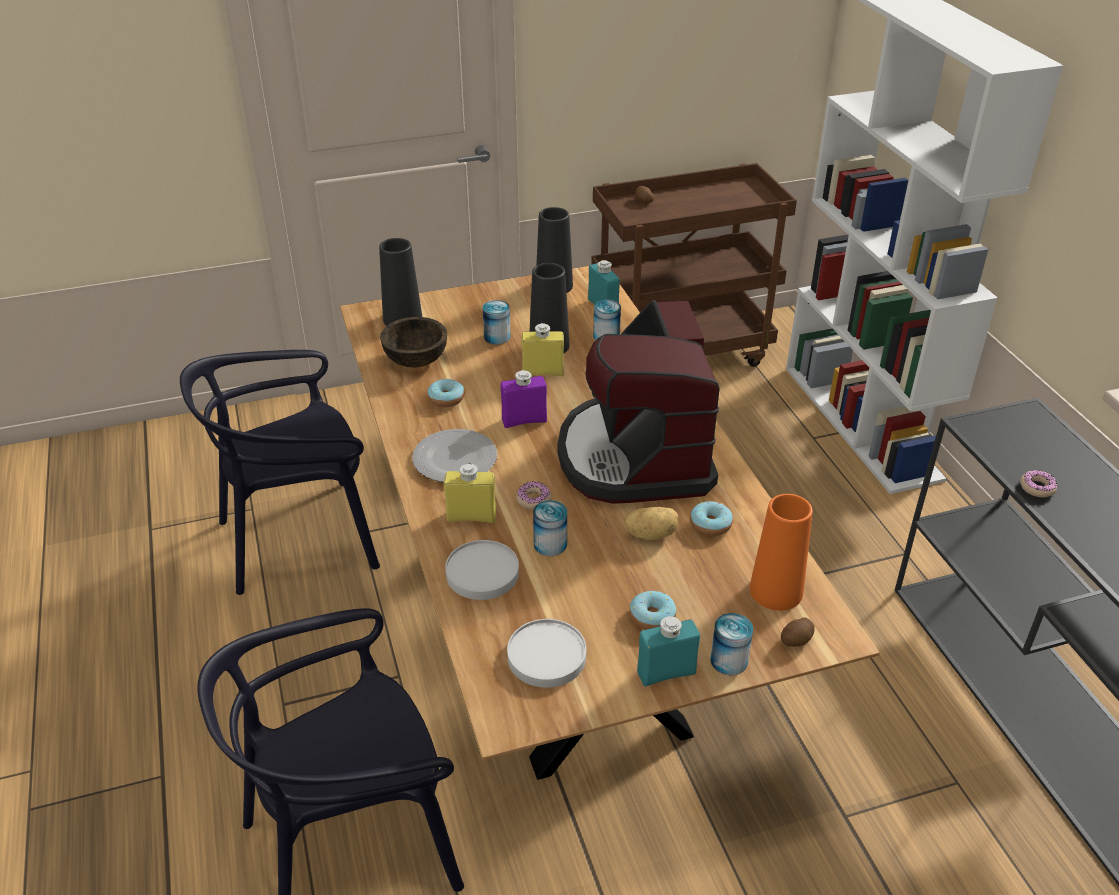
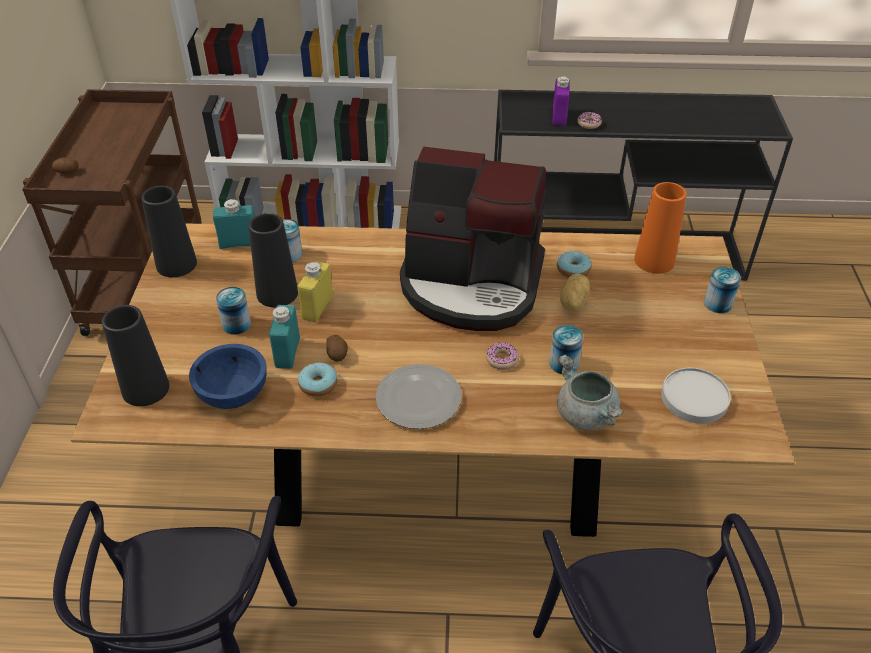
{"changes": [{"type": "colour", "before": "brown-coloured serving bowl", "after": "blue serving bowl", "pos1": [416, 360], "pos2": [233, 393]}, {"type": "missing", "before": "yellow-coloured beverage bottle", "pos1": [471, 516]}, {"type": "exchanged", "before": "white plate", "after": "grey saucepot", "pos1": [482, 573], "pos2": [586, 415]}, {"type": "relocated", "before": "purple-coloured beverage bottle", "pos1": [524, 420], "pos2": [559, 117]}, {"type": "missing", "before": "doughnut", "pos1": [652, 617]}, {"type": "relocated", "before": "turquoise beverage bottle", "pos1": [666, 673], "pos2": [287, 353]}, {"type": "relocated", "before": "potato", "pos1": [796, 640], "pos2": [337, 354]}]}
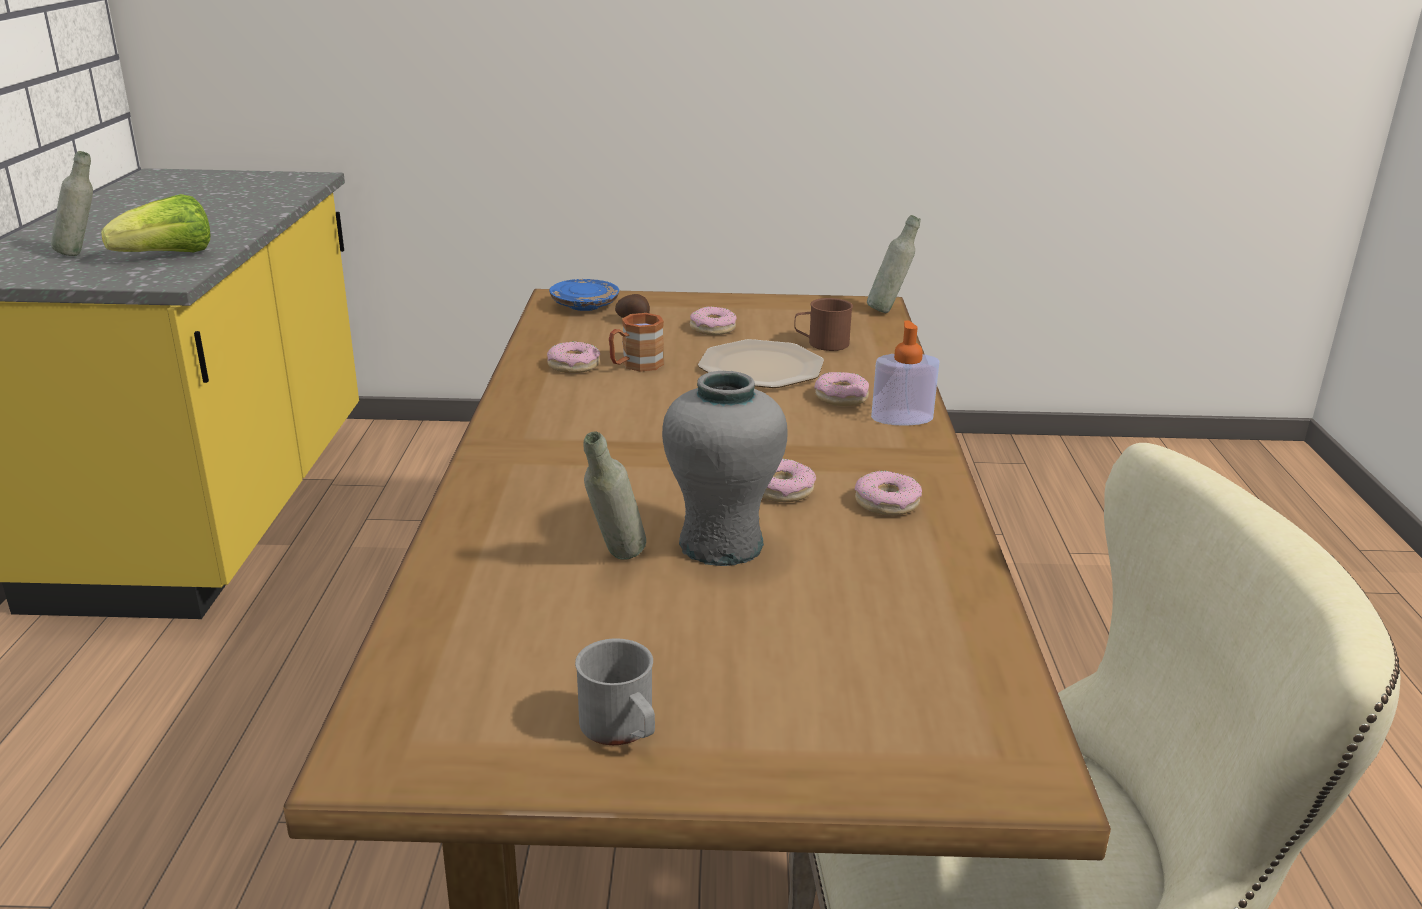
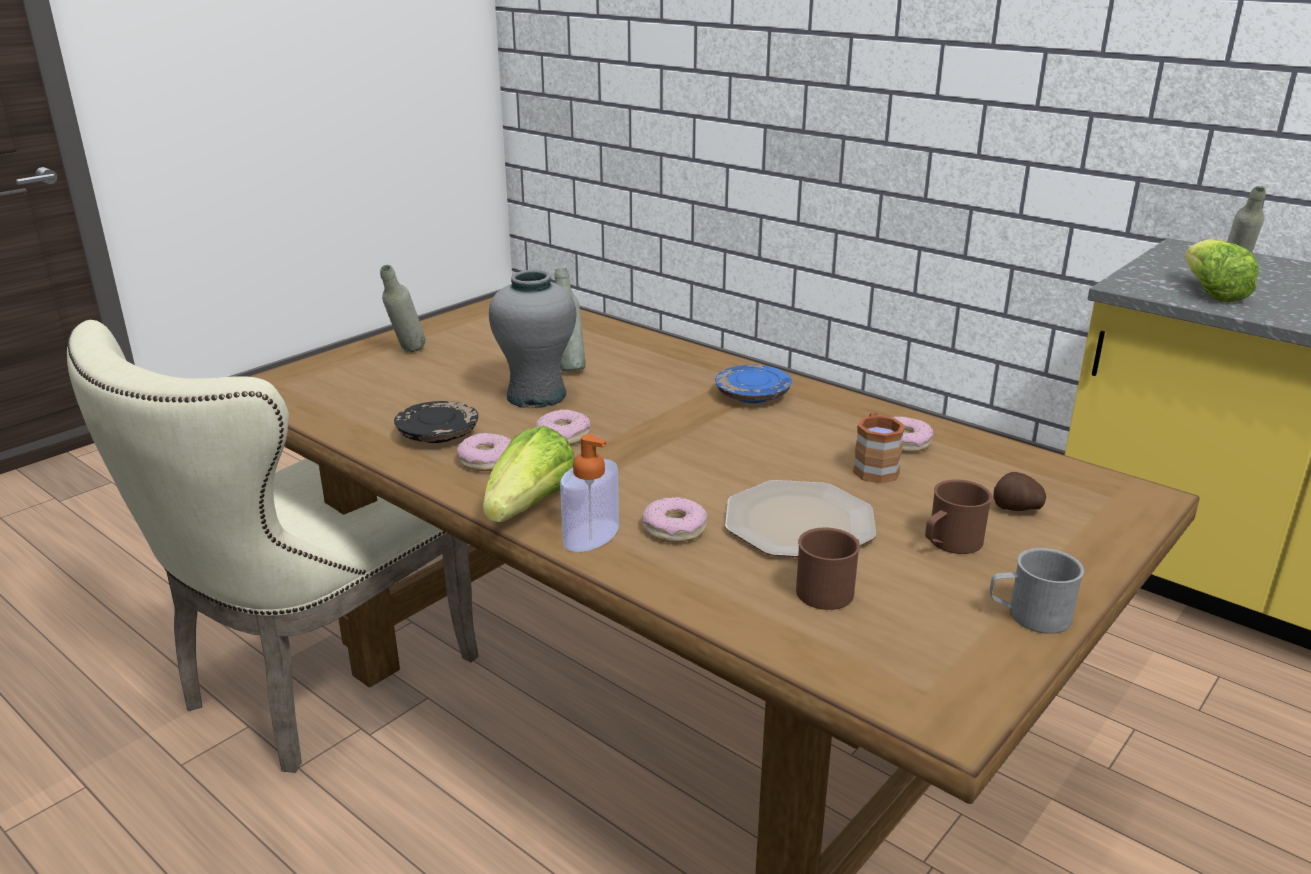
{"changes": [{"type": "relocated", "before": "blue plate", "pos1": [585, 305], "pos2": [752, 396]}, {"type": "relocated", "before": "grey coffee mug", "pos1": [622, 729], "pos2": [1029, 615]}, {"type": "exchanged", "before": "doughnut", "after": "brown-coloured coffee mug", "pos1": [712, 328], "pos2": [949, 543]}, {"type": "relocated", "before": "grey beverage bottle", "pos1": [889, 311], "pos2": [407, 353]}, {"type": "appeared", "after": "blackish plate", "pos2": [438, 435]}, {"type": "appeared", "after": "lettuce", "pos2": [530, 506]}]}
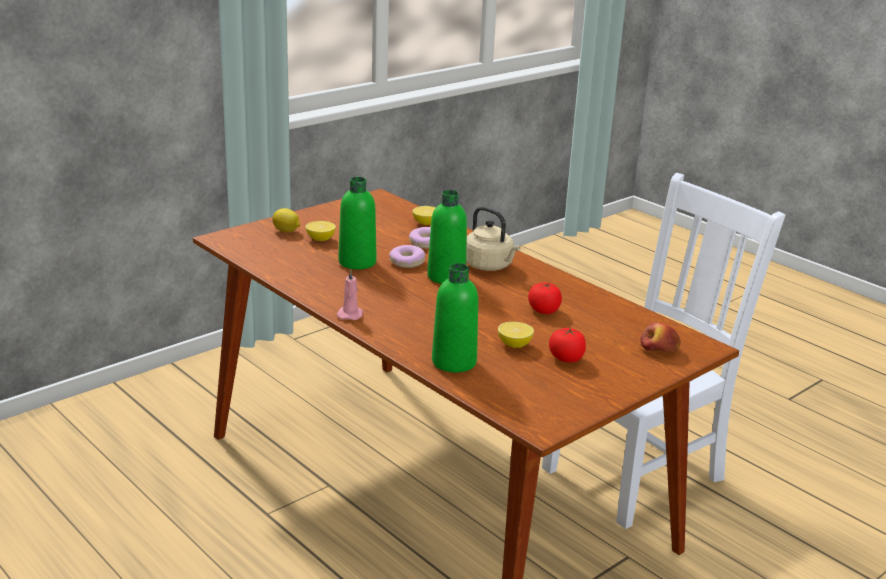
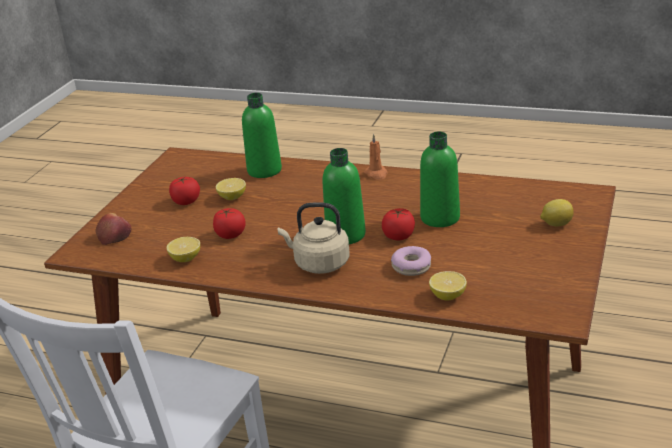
{"changes": [{"type": "relocated", "before": "citrus fruit", "pos1": [320, 239], "pos2": [185, 259]}, {"type": "colour", "before": "pink wax light", "after": "orange-coloured wax light", "pos1": [350, 314], "pos2": [376, 174]}, {"type": "exchanged", "before": "doughnut", "after": "whole tomato", "pos1": [407, 262], "pos2": [399, 236]}]}
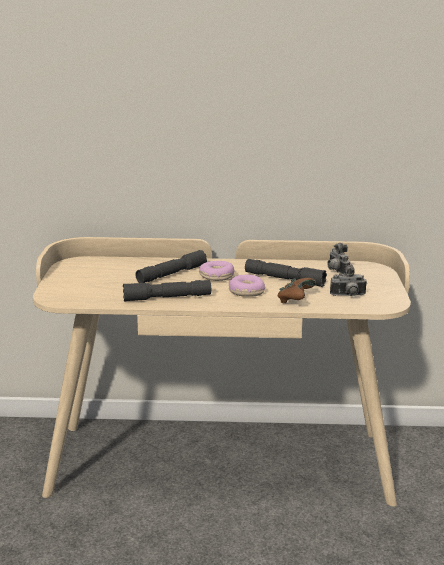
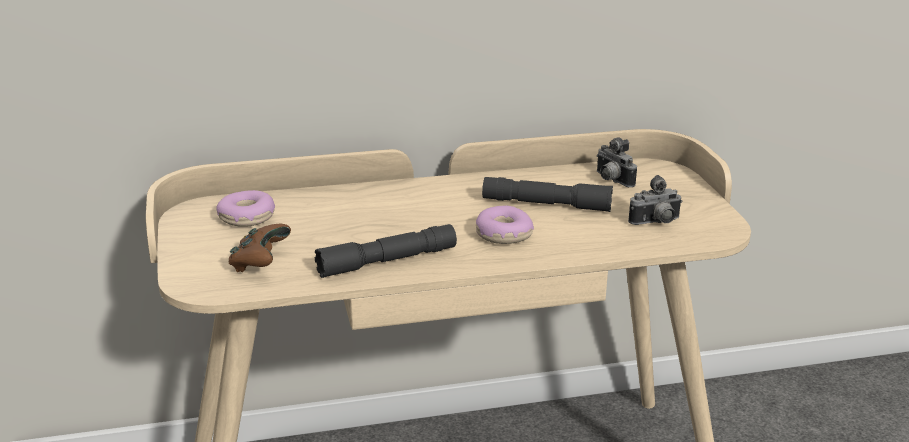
{"changes": [{"type": "missing", "before": "grey flashlight", "pos1": [171, 274]}, {"type": "relocated", "before": "doughnut", "pos1": [217, 276], "pos2": [247, 217]}, {"type": "relocated", "before": "brown-coloured gamepad", "pos1": [295, 300], "pos2": [259, 263]}]}
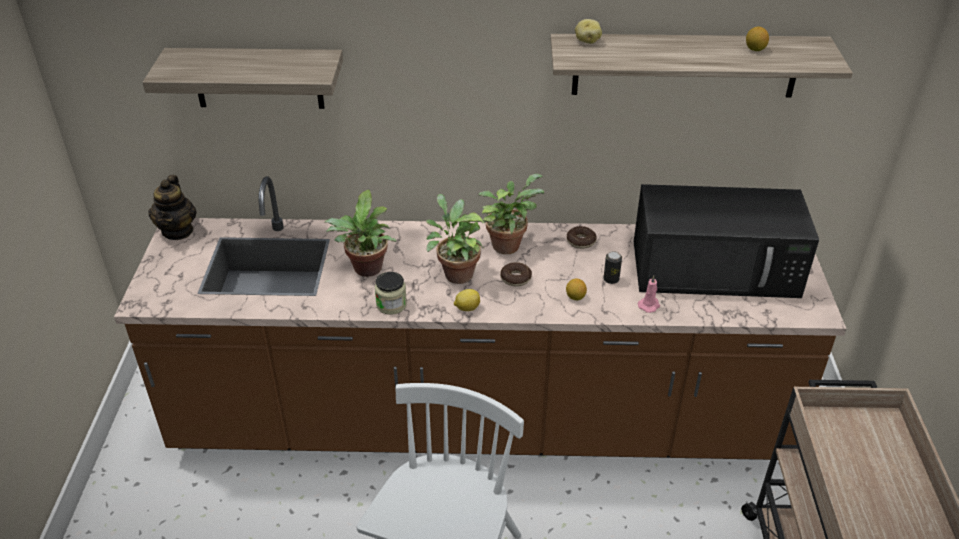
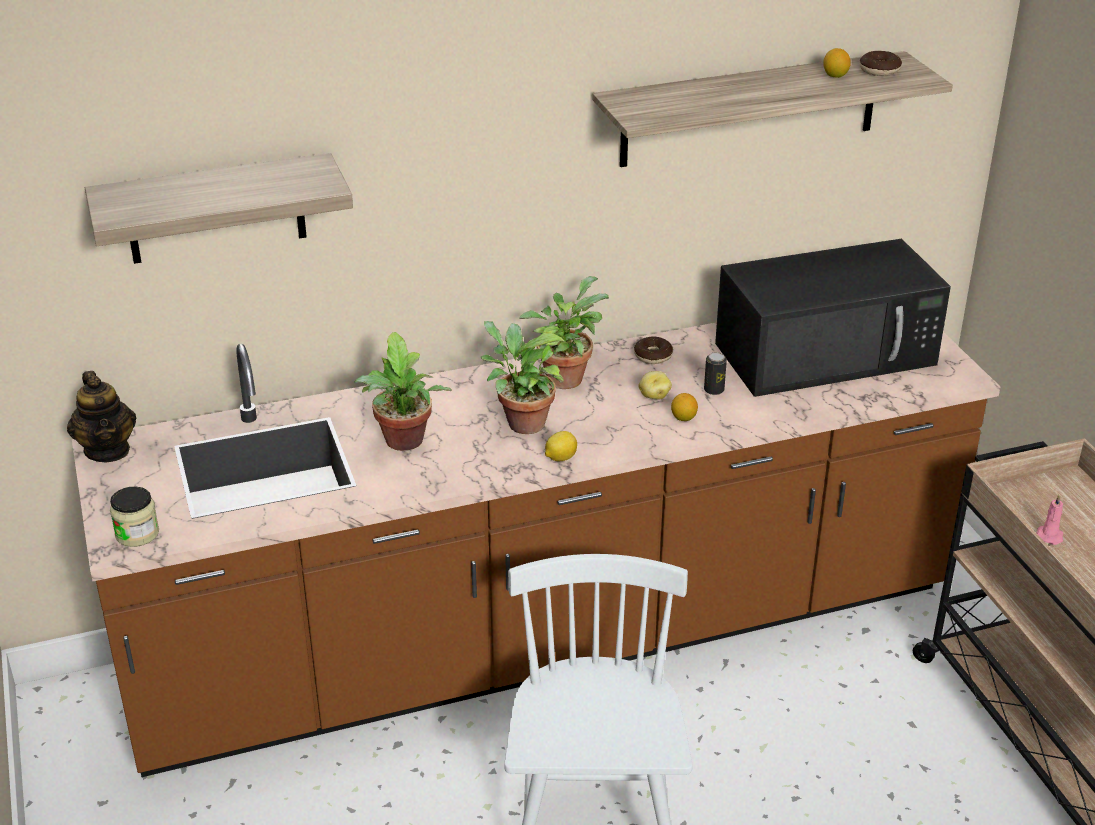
{"changes": [{"type": "relocated", "before": "storage jar", "pos1": [391, 305], "pos2": [137, 534]}, {"type": "relocated", "before": "doughnut", "pos1": [515, 278], "pos2": [879, 70]}, {"type": "relocated", "before": "potato", "pos1": [587, 41], "pos2": [654, 396]}, {"type": "relocated", "before": "pink wax light", "pos1": [649, 305], "pos2": [1049, 535]}]}
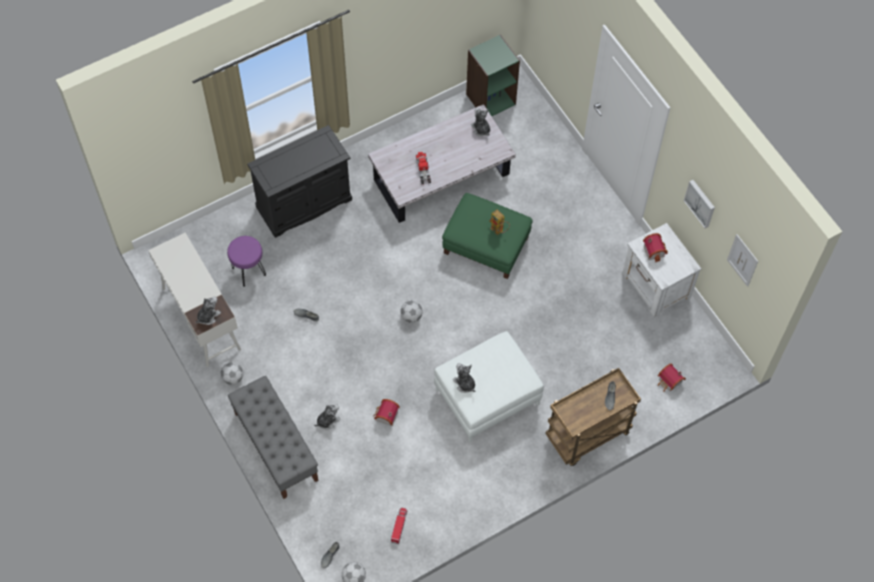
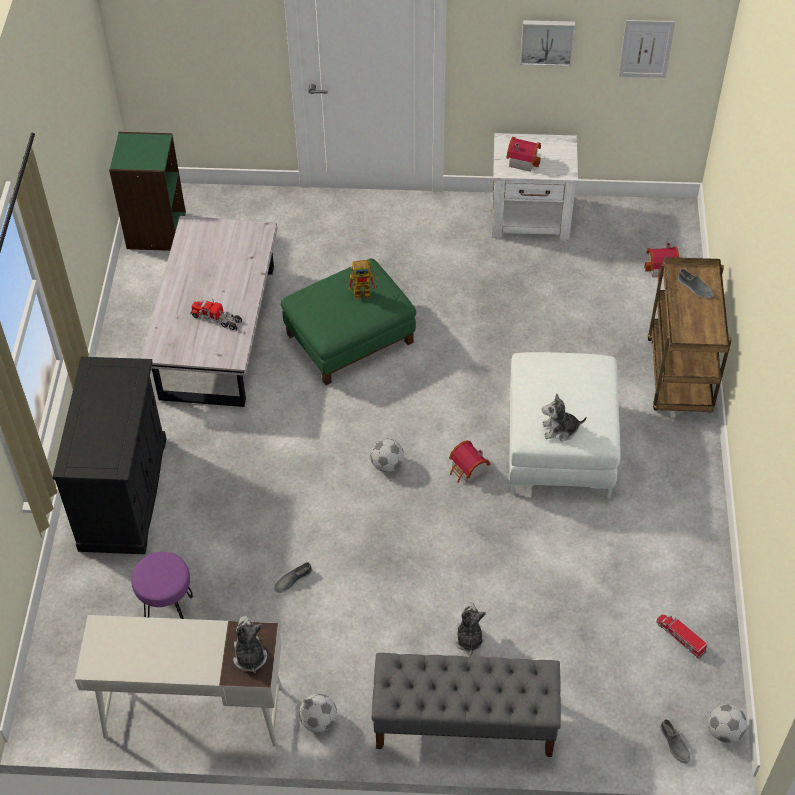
{"changes": [{"type": "relocated", "before": "model house", "pos1": [385, 416], "pos2": [468, 470]}, {"type": "missing", "before": "soft toy", "pos1": [481, 129]}]}
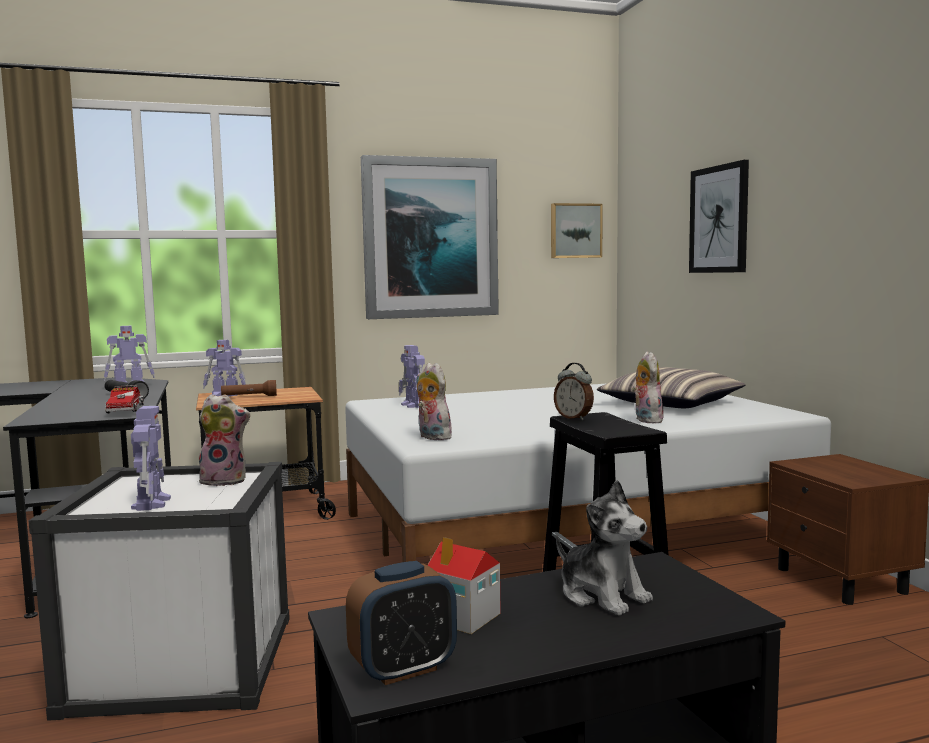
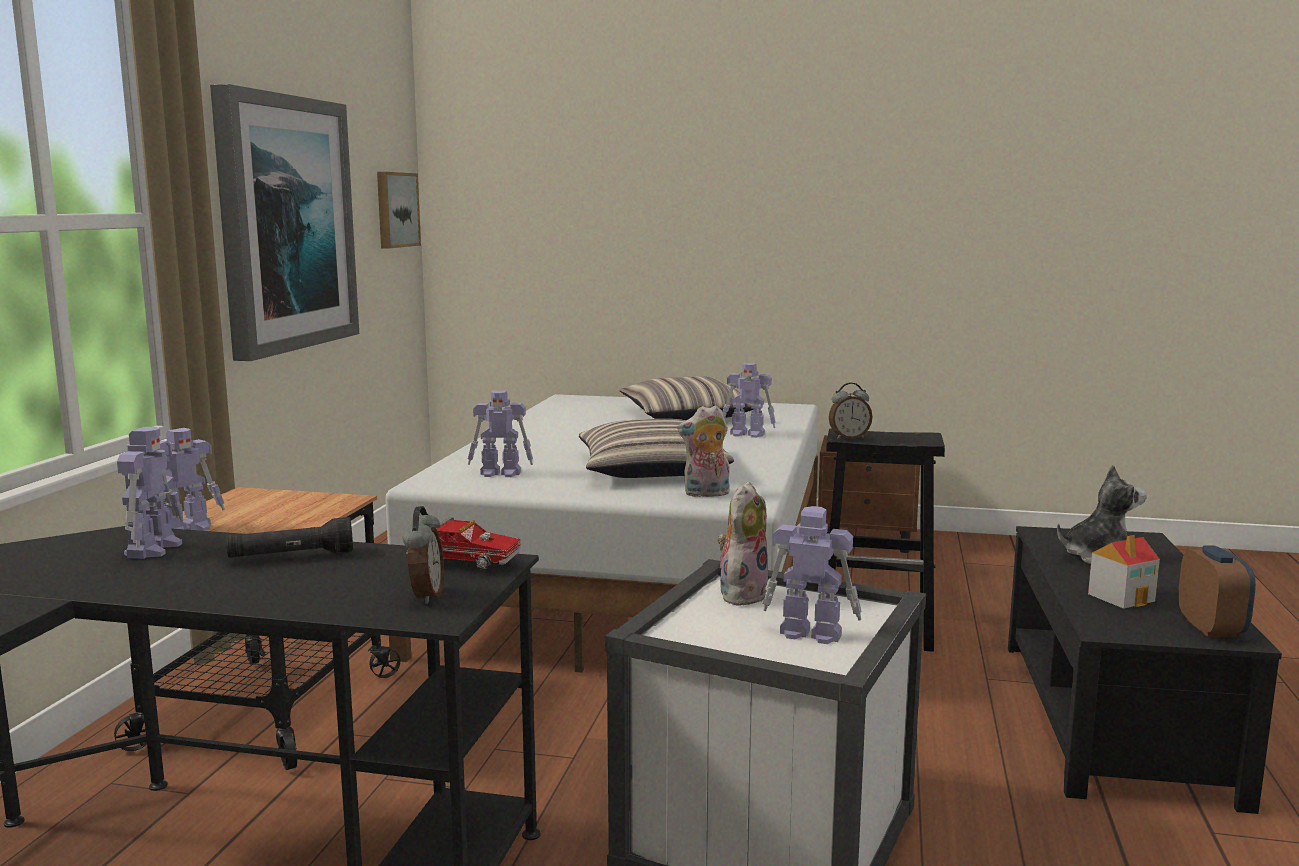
{"changes": [{"type": "missing", "before": "brown-coloured flashlight", "pos1": [249, 397]}, {"type": "exchanged", "before": "soft toy", "after": "model robot", "pos1": [646, 420], "pos2": [748, 434]}, {"type": "missing", "before": "wall art", "pos1": [719, 219]}, {"type": "appeared", "after": "bedside clock", "pos2": [425, 596]}, {"type": "appeared", "after": "throw pillow", "pos2": [652, 469]}]}
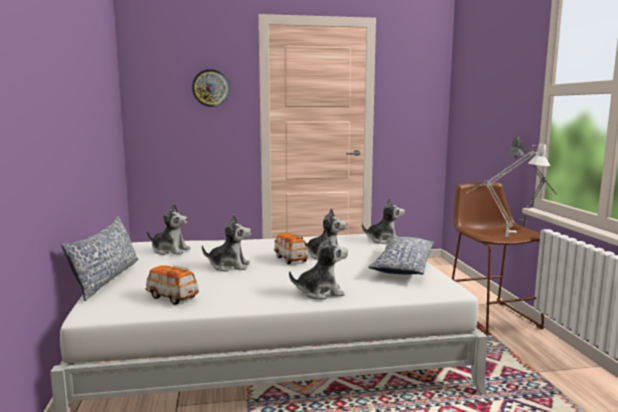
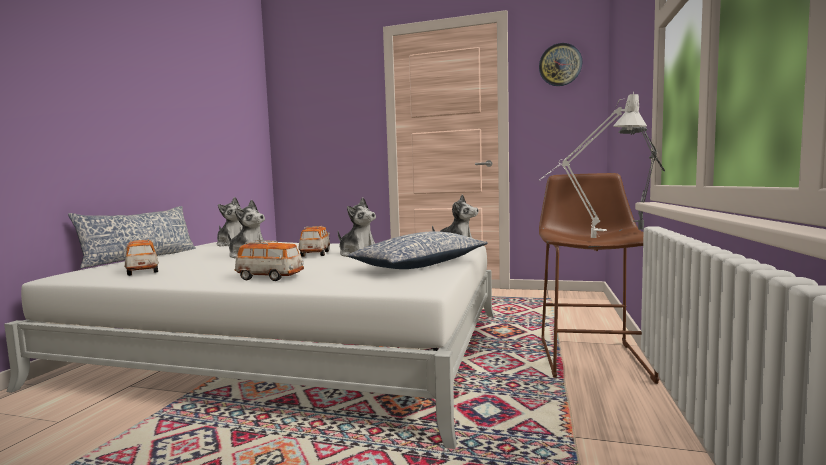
{"changes": [{"type": "relocated", "before": "wall clock", "pos1": [210, 88], "pos2": [560, 65]}, {"type": "exchanged", "before": "soft toy", "after": "model car", "pos1": [320, 292], "pos2": [270, 277]}]}
